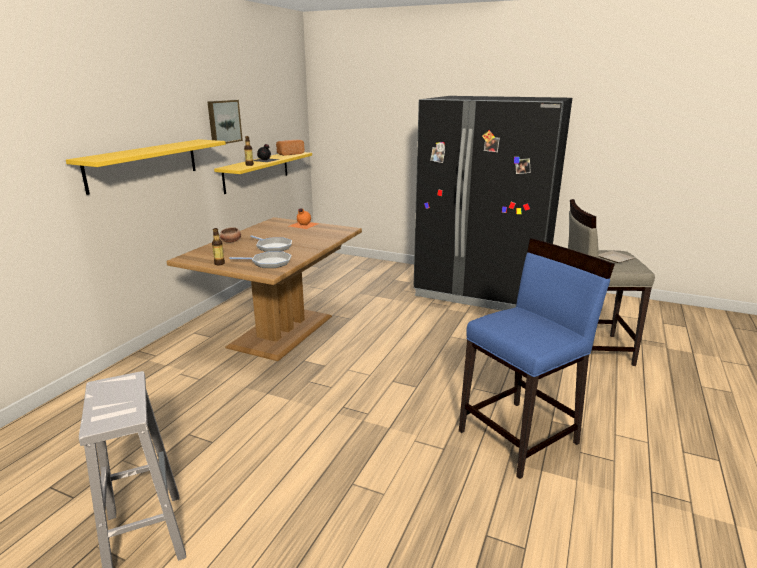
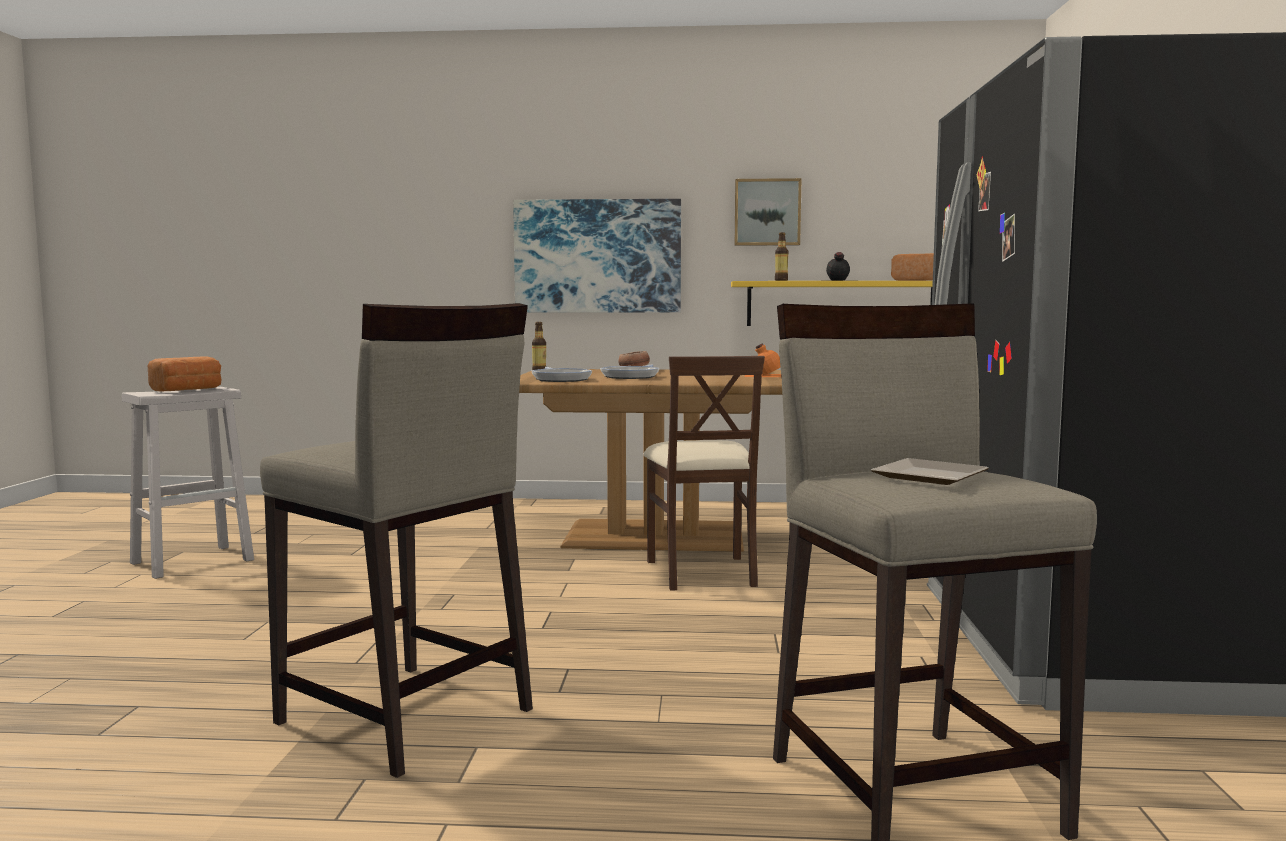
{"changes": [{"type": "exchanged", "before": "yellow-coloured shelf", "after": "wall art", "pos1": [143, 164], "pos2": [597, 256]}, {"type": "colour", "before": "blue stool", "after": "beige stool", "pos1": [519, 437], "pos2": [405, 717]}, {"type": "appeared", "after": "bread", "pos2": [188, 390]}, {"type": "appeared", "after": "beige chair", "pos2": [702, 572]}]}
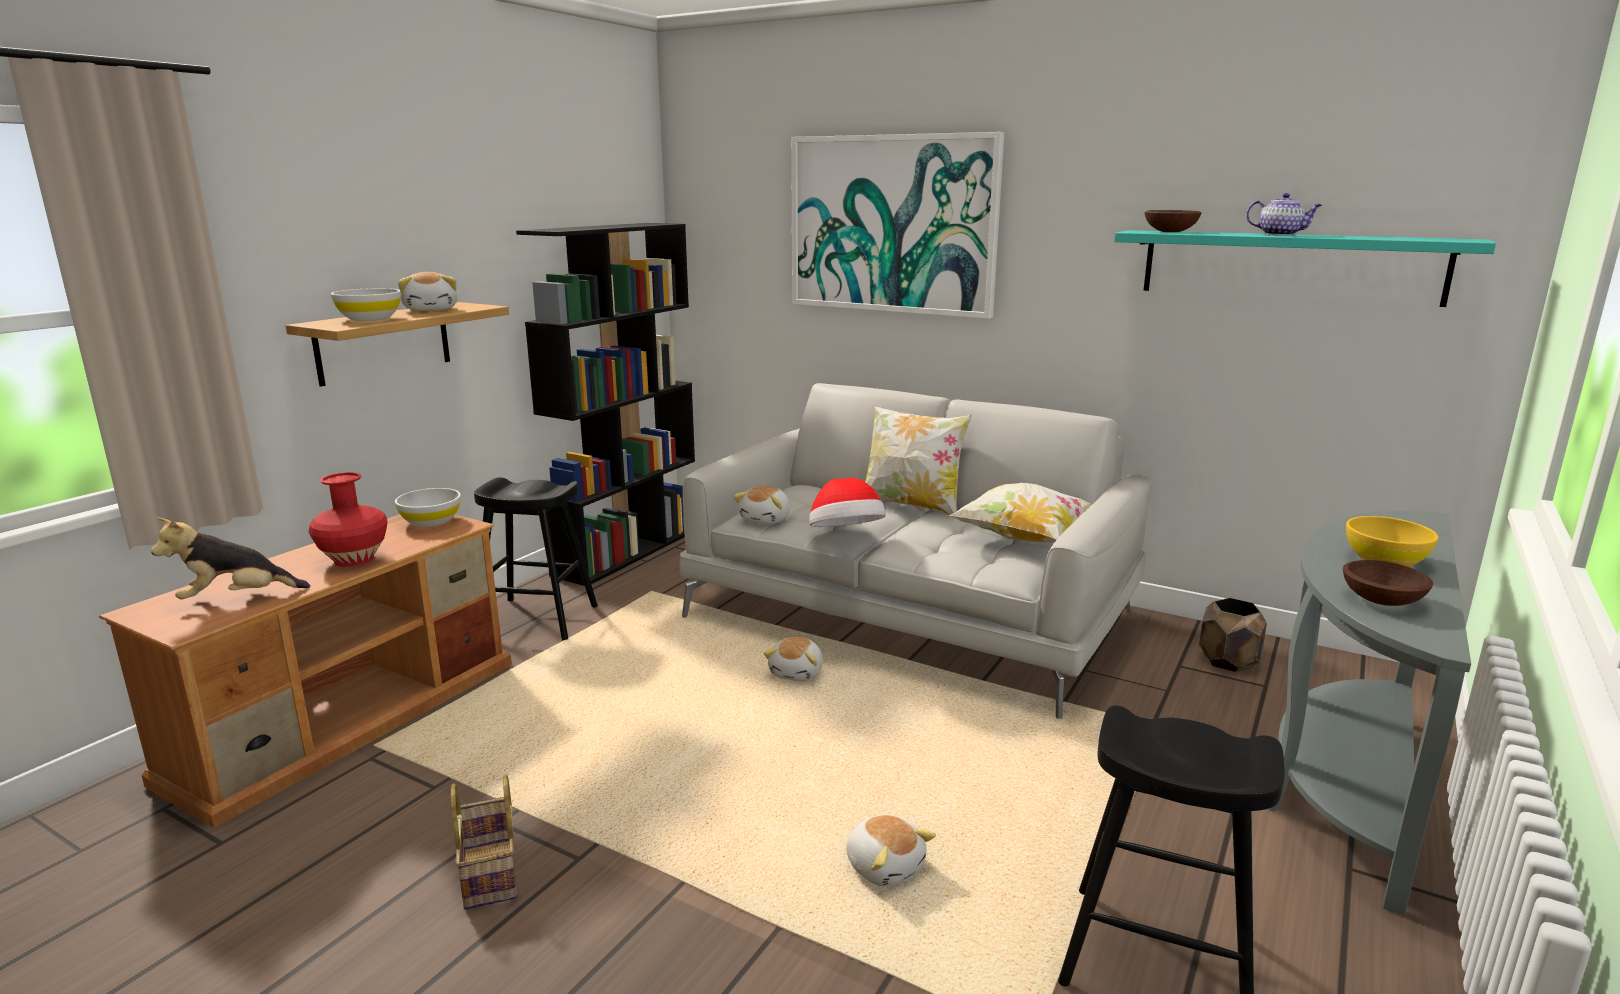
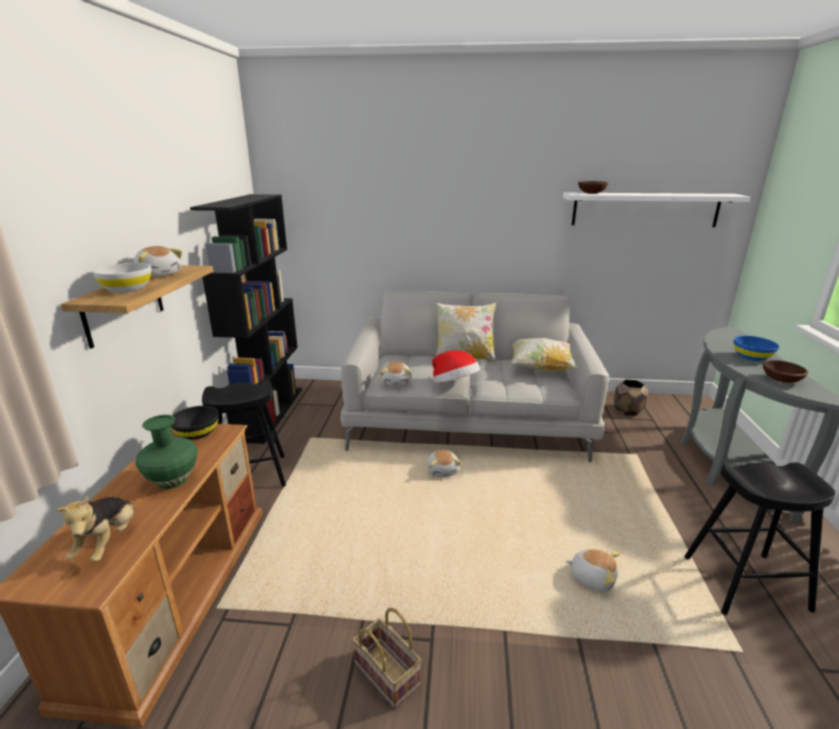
{"changes": [{"type": "spun", "before": "soft toy", "pos1": [236, 598], "pos2": [108, 542], "turn": -45}, {"type": "colour", "before": "reddish decorative vase", "after": "green-coloured decorative vase", "pos1": [354, 559], "pos2": [172, 479]}, {"type": "colour", "before": "white serving bowl", "after": "blackish serving bowl", "pos1": [431, 521], "pos2": [197, 433]}, {"type": "missing", "before": "wall art", "pos1": [892, 224]}, {"type": "colour", "before": "turquoise shelf", "after": "white shelf", "pos1": [1289, 266], "pos2": [645, 209]}, {"type": "missing", "before": "tea pot", "pos1": [1280, 234]}, {"type": "colour", "before": "yellow-coloured serving bowl", "after": "blue serving bowl", "pos1": [1385, 560], "pos2": [751, 357]}]}
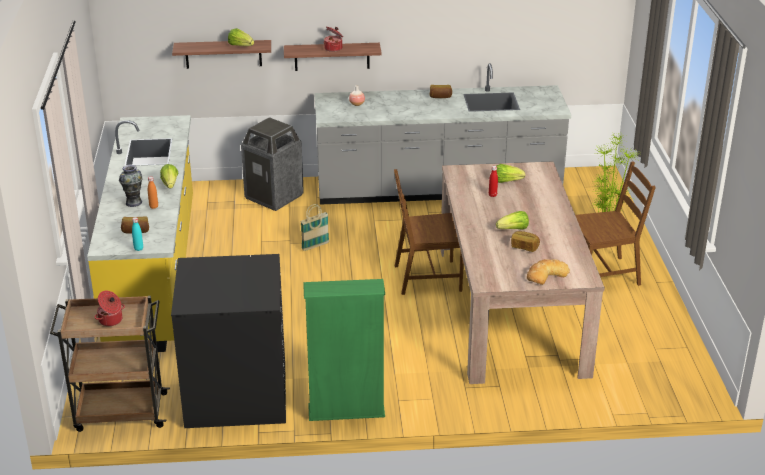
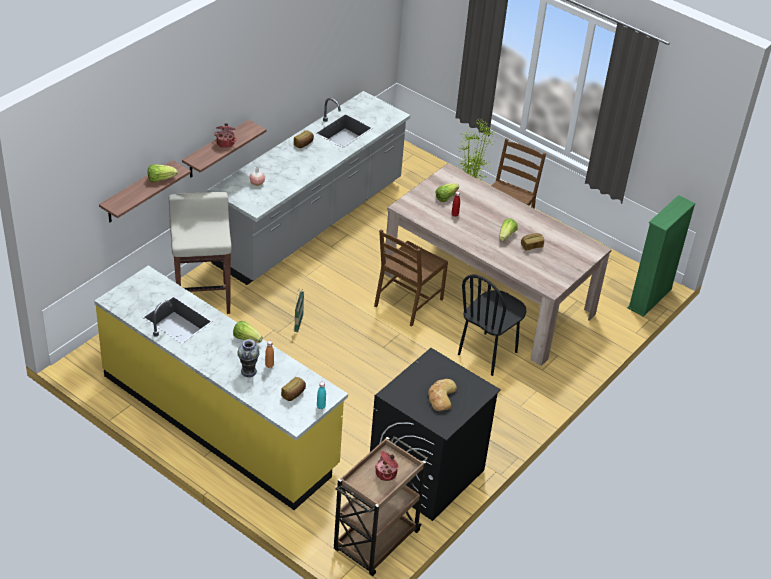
{"changes": [{"type": "exchanged", "before": "rubbish bin", "after": "beige stool", "pos1": [274, 197], "pos2": [203, 298]}, {"type": "relocated", "before": "green-coloured shelving unit", "pos1": [346, 411], "pos2": [650, 298]}, {"type": "relocated", "before": "bread", "pos1": [546, 274], "pos2": [441, 397]}, {"type": "appeared", "after": "blackish chair", "pos2": [488, 353]}]}
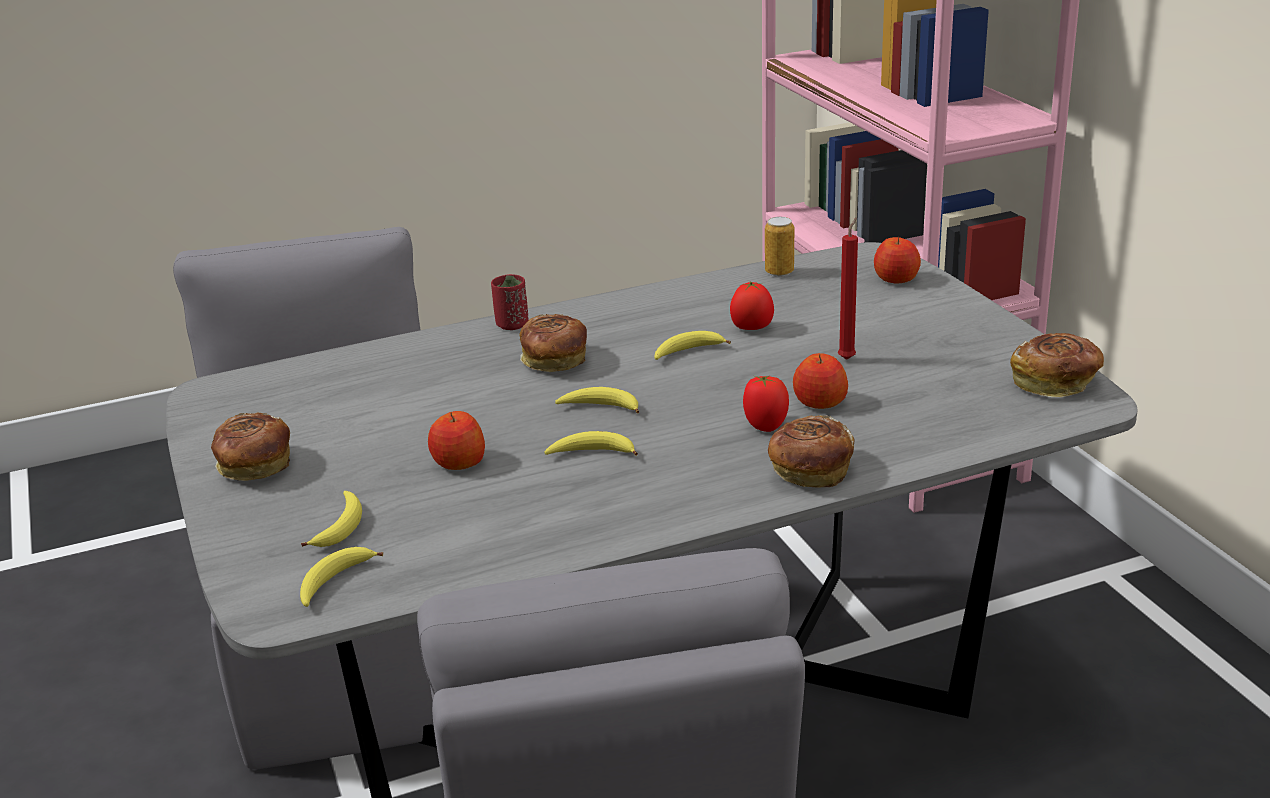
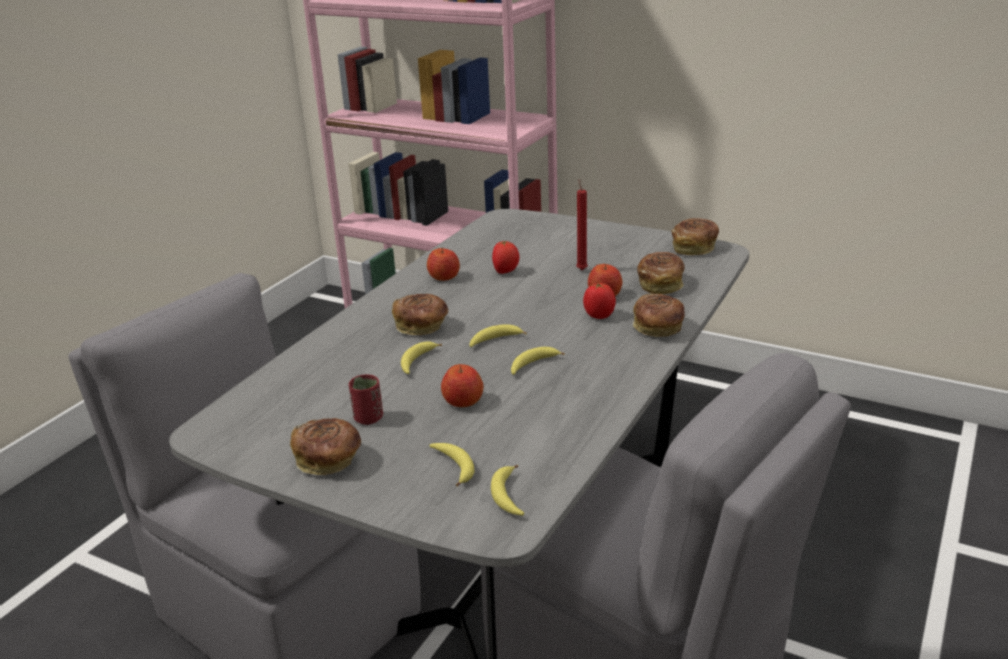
{"changes": [{"type": "relocated", "before": "reddish small cup", "pos1": [512, 325], "pos2": [368, 418]}, {"type": "relocated", "before": "banana fruit", "pos1": [687, 352], "pos2": [417, 362]}, {"type": "missing", "before": "metal can", "pos1": [779, 272]}, {"type": "relocated", "before": "apple", "pos1": [896, 279], "pos2": [444, 277]}, {"type": "appeared", "after": "bread", "pos2": [661, 284]}]}
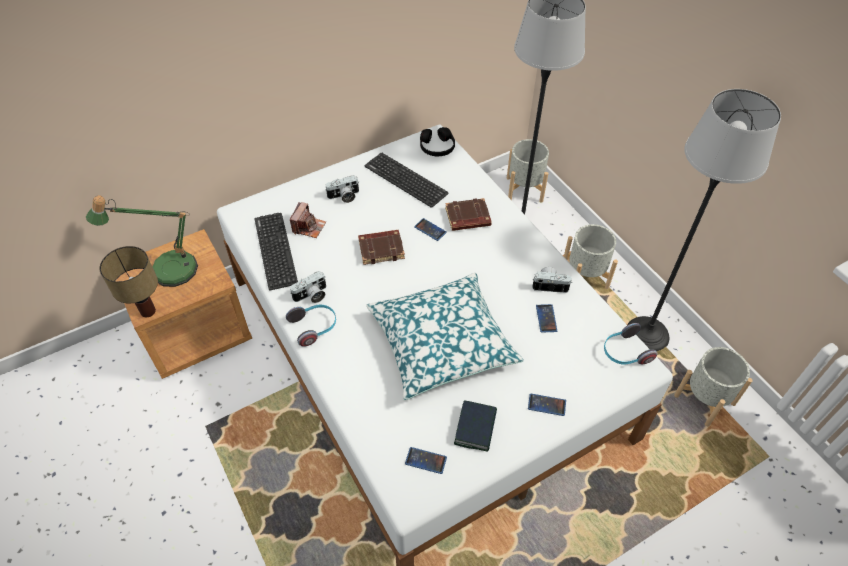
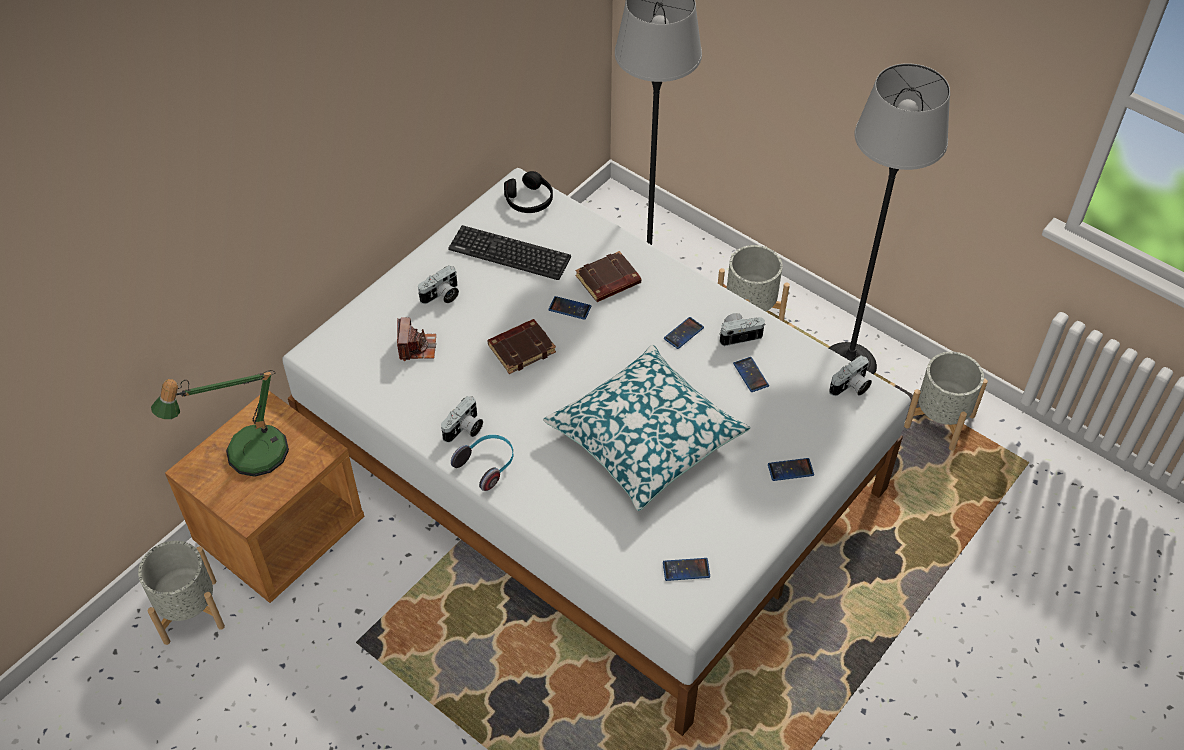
{"changes": [{"type": "missing", "before": "table lamp", "pos1": [147, 312]}, {"type": "missing", "before": "PC keyboard", "pos1": [275, 251]}, {"type": "missing", "before": "book", "pos1": [475, 428]}, {"type": "relocated", "before": "grey plant pot", "pos1": [524, 189], "pos2": [189, 611]}, {"type": "exchanged", "before": "pair of headphones", "after": "still camera", "pos1": [625, 352], "pos2": [851, 387]}, {"type": "appeared", "after": "phone", "pos2": [683, 333]}]}
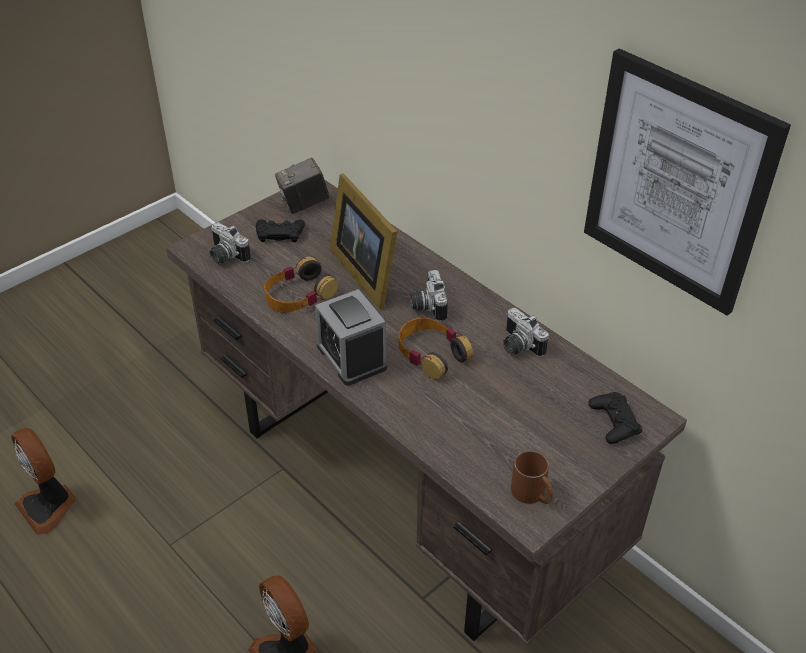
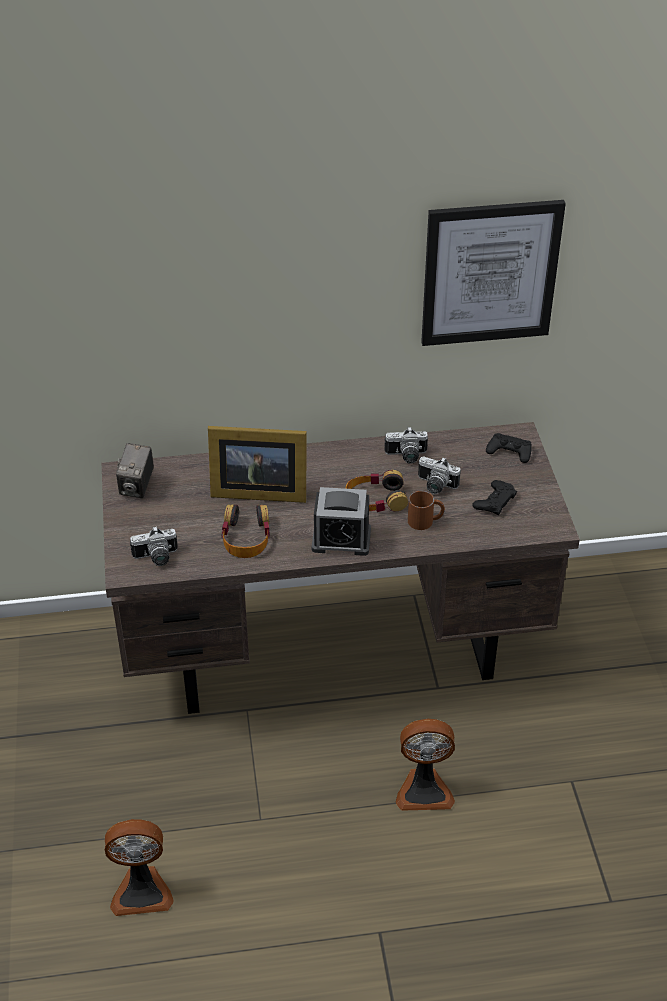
{"changes": [{"type": "relocated", "before": "blackish gamepad", "pos1": [280, 233], "pos2": [494, 501]}, {"type": "relocated", "before": "still camera", "pos1": [427, 306], "pos2": [435, 486]}, {"type": "relocated", "before": "brown-coloured coffee mug", "pos1": [533, 494], "pos2": [425, 521]}]}
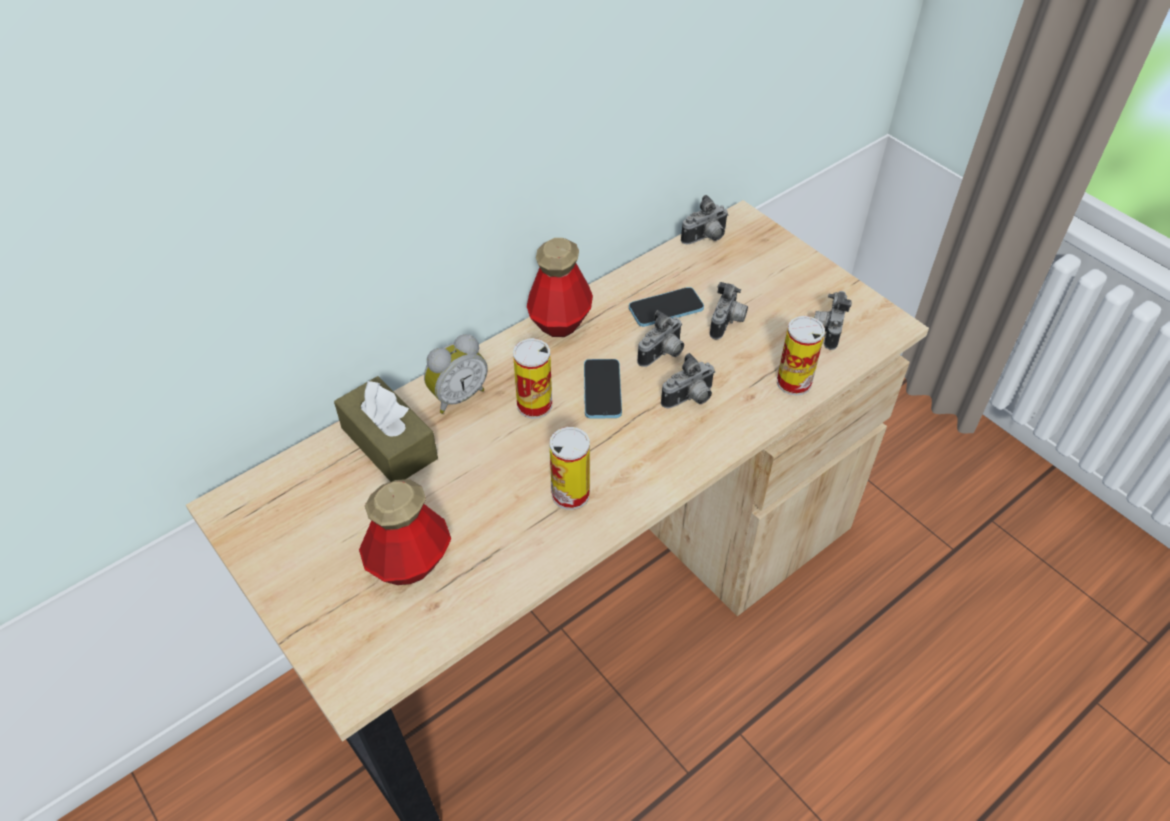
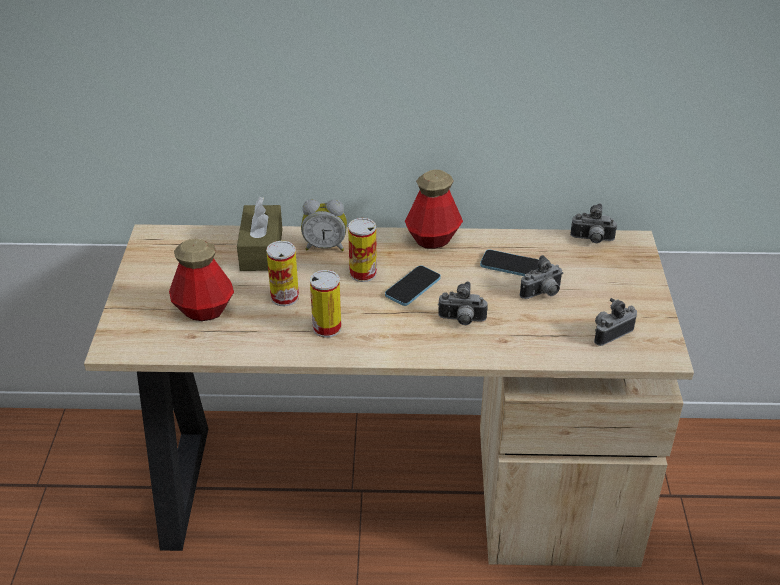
{"changes": [{"type": "missing", "before": "still camera", "pos1": [663, 355]}, {"type": "relocated", "before": "metal can", "pos1": [794, 382], "pos2": [284, 297]}]}
